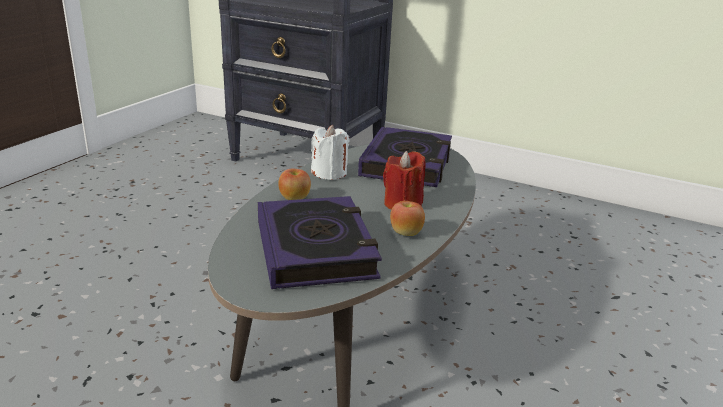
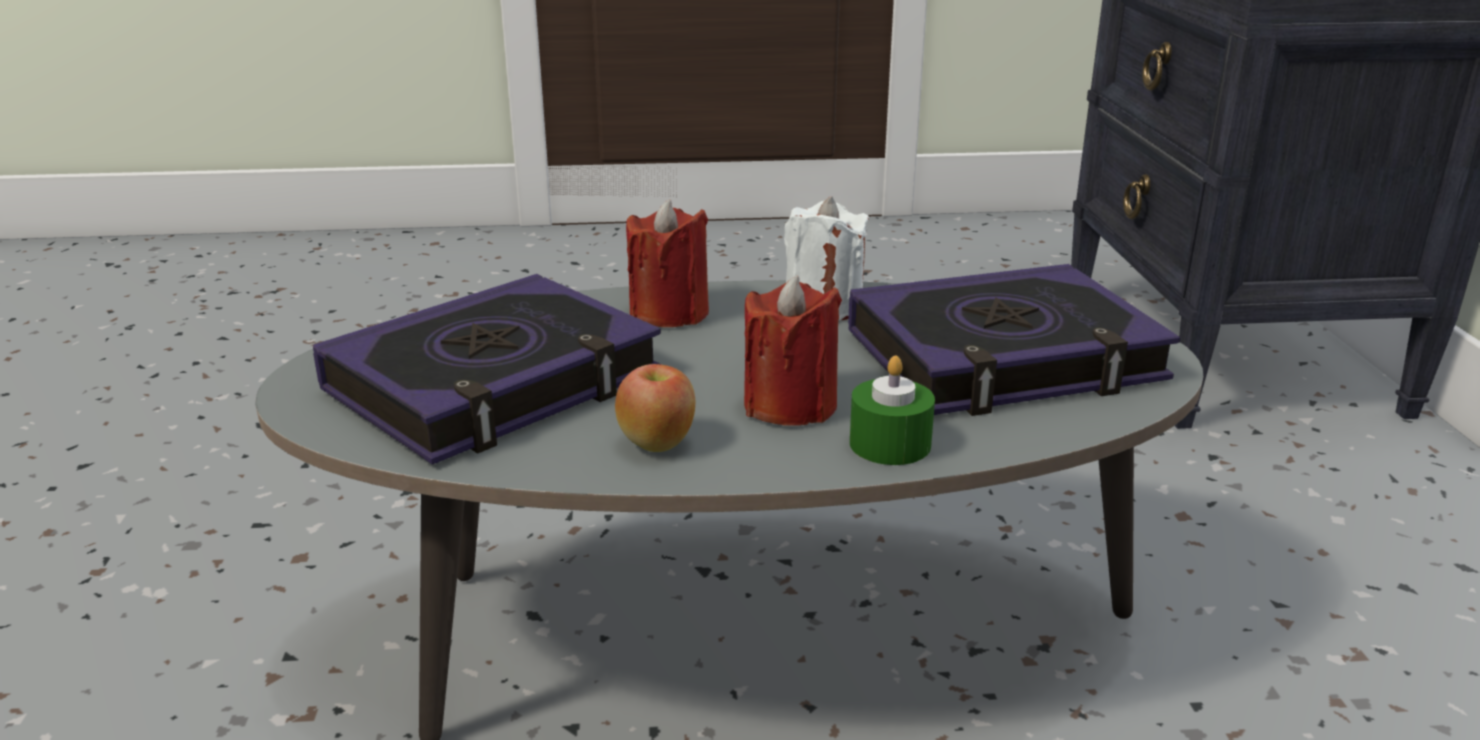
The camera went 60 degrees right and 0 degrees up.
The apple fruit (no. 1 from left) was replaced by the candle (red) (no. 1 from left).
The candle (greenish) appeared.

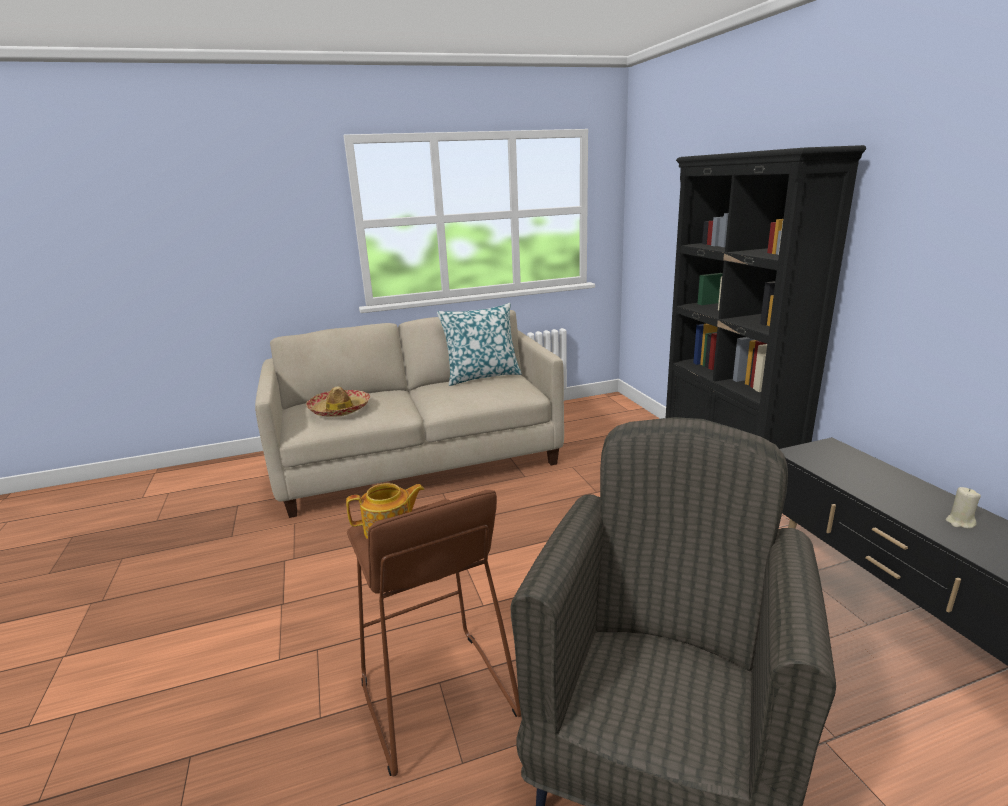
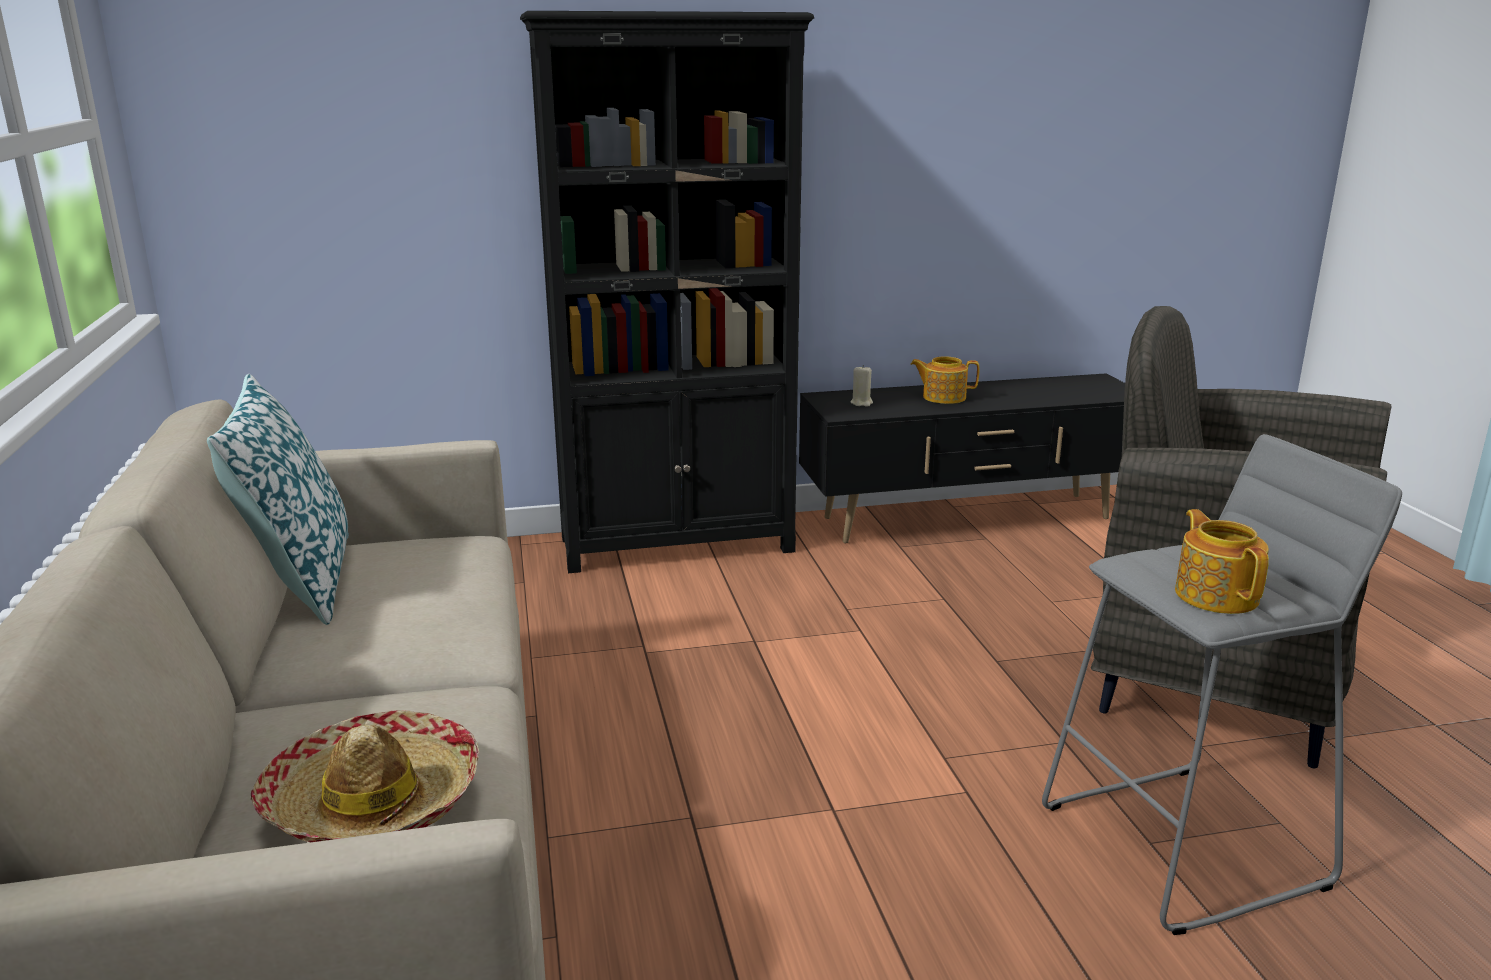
The camera went 85 degrees left and 0 degrees up.
The candle (beige-coloured) moved.
The stool (brown-coloured) became the stool (greyish).
The pot for tea (no. 1 from left) appeared.

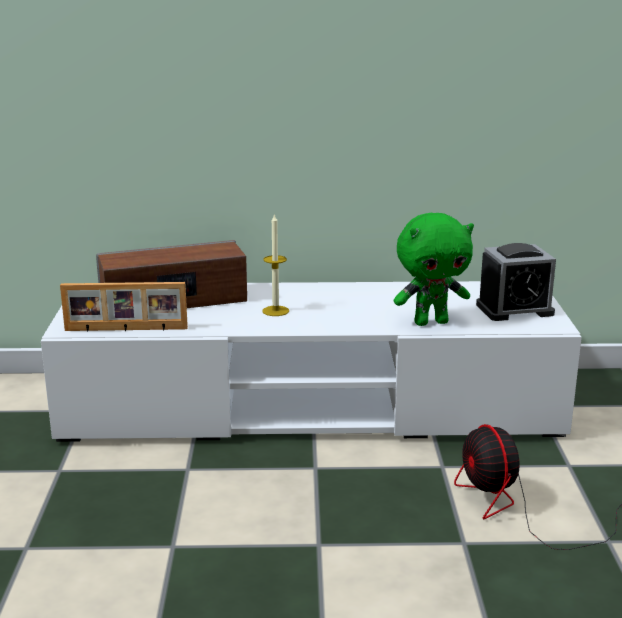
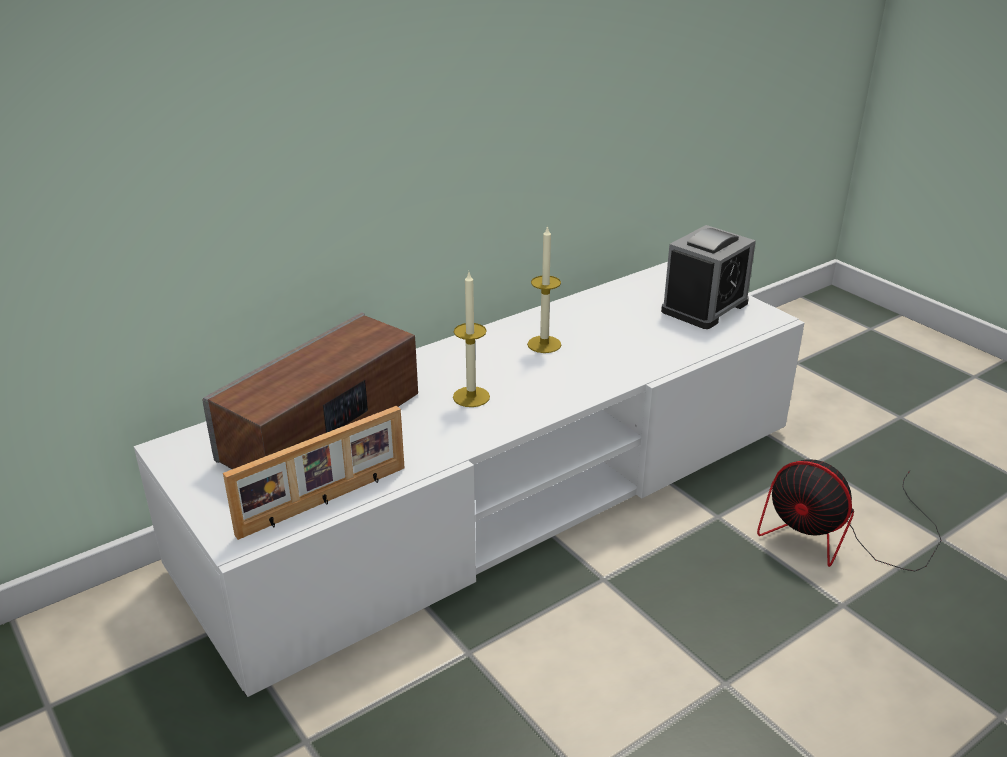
The camera went 35 degrees left and 10 degrees up.
The cuddly toy (greenish) disappeared.
The candle (no. 2 from left) appeared.

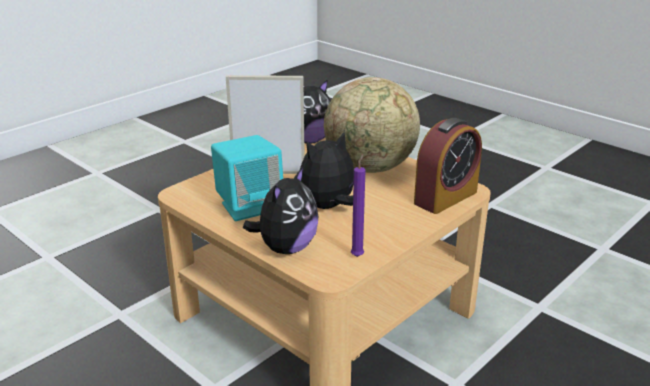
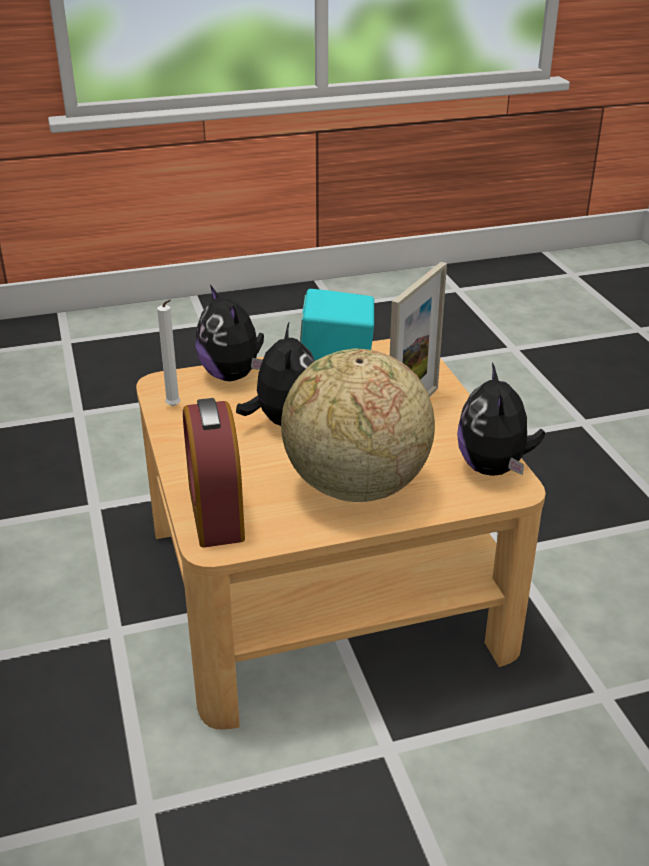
The camera went 120 degrees right and 5 degrees up.
The candle (purplish) became the candle (white).

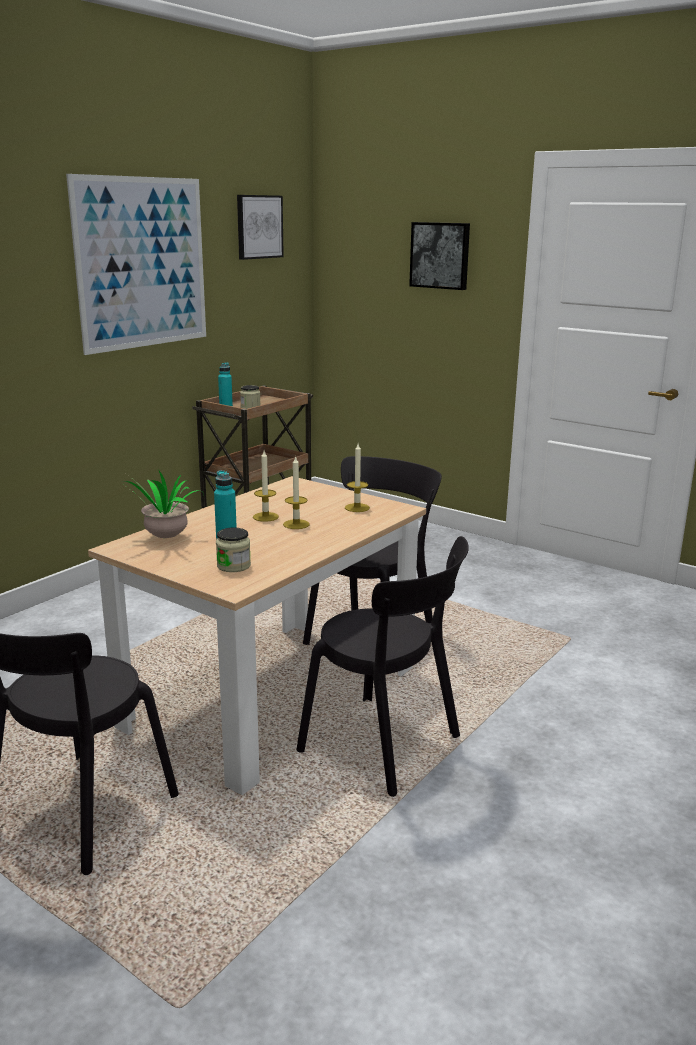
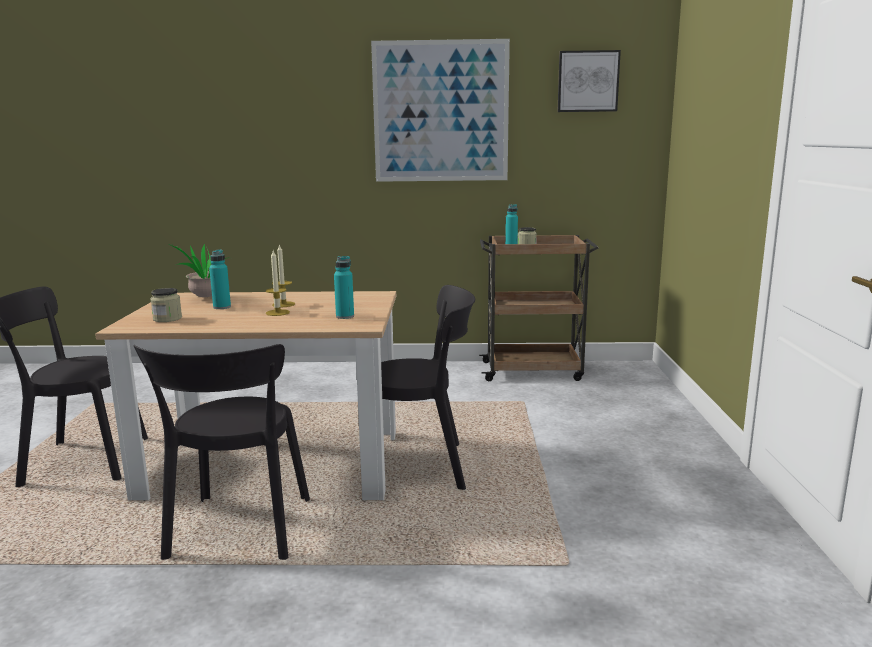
The camera went 55 degrees right and 5 degrees down.
The picture (no. 3 from left) disappeared.
The candle (no. 3 from left) was replaced by the bottle (turquoise) (no. 2 from left).

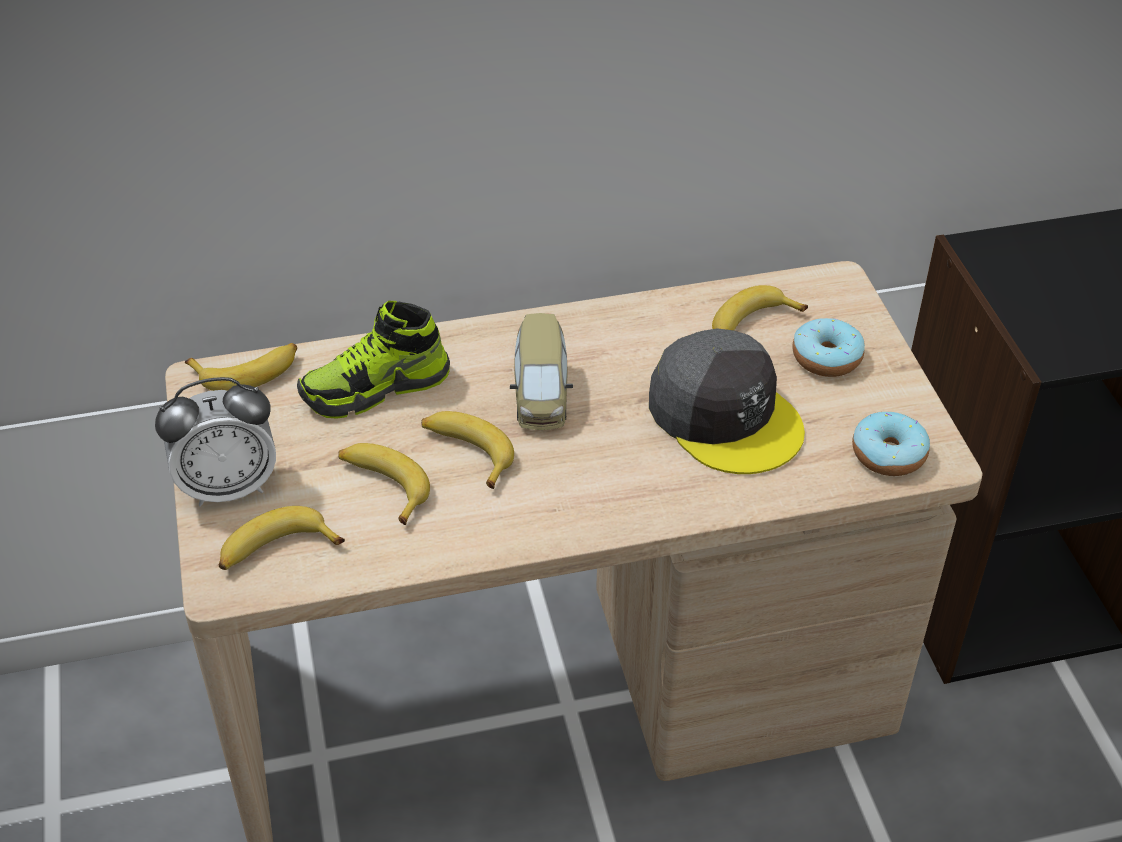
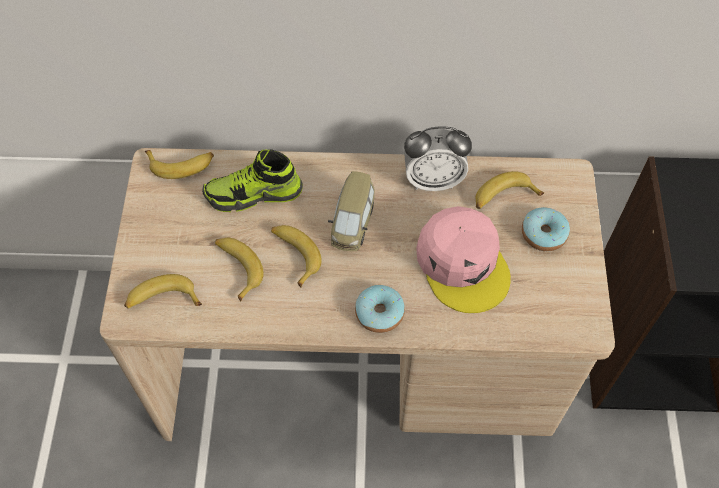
The camera went 15 degrees right and 15 degrees up.
The baseball cap (greyish) became the baseball cap (pinkish).
The alarm clock moved.
The ring doughnut (no. 2 from left in the first image) moved.

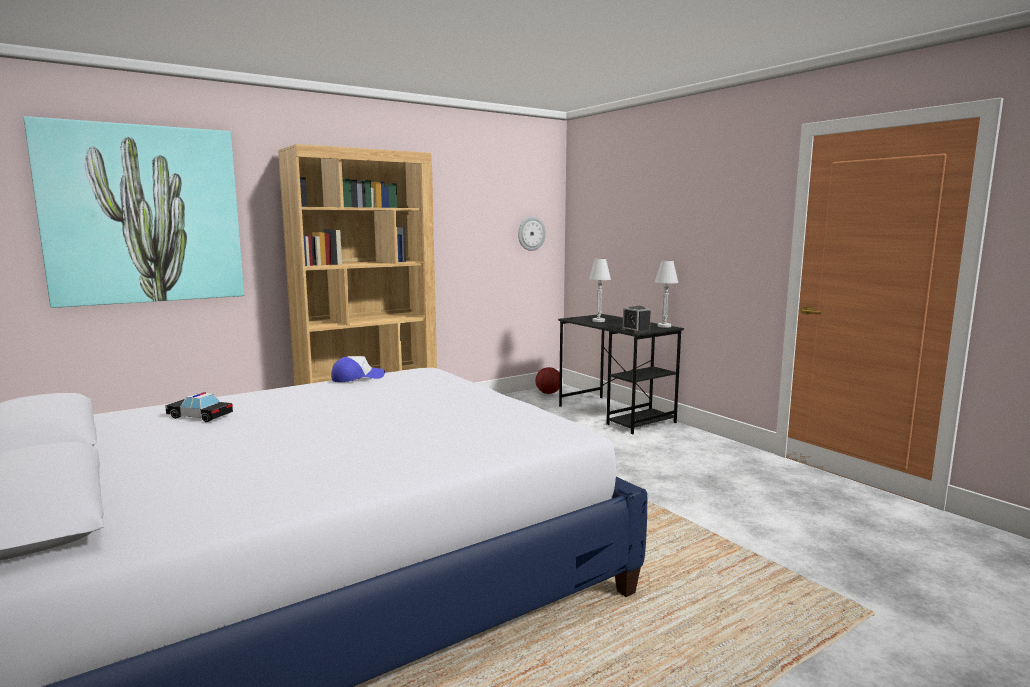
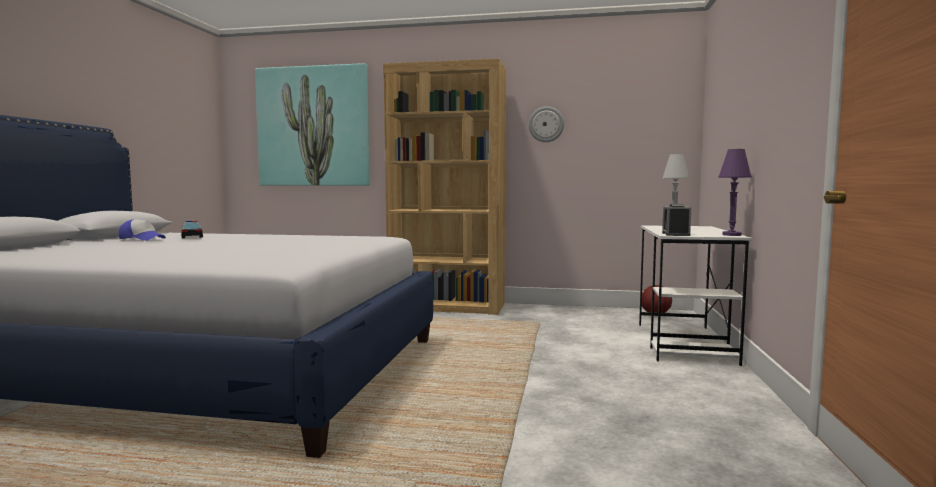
The camera went 45 degrees right and 5 degrees down.
The wall clock moved.
The lamp for a table (white) (no. 2 from left) became the lamp for a table (purplish).
The desk (black) became the desk (white).
The baseball cap moved.

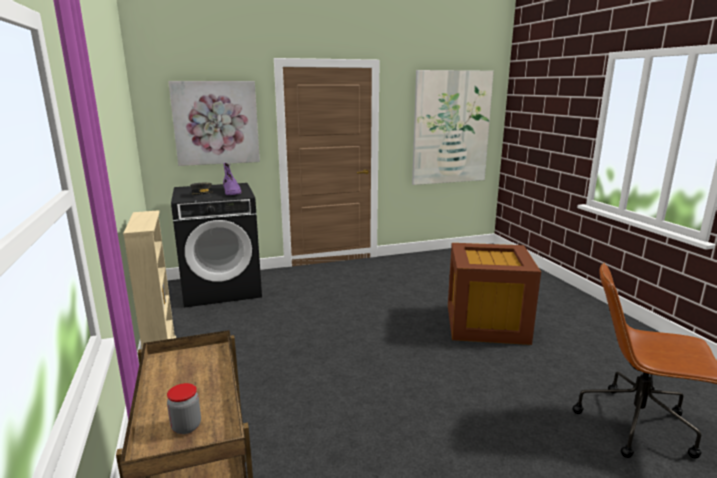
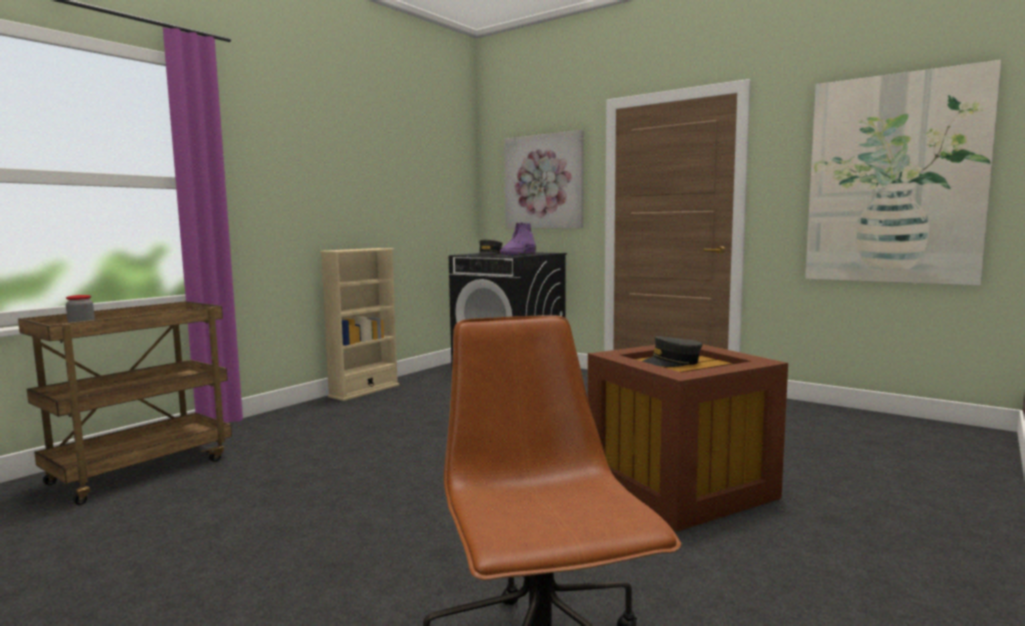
The camera went 55 degrees right and 10 degrees down.
The baseball cap (greyish) (no. 2 from left) appeared.

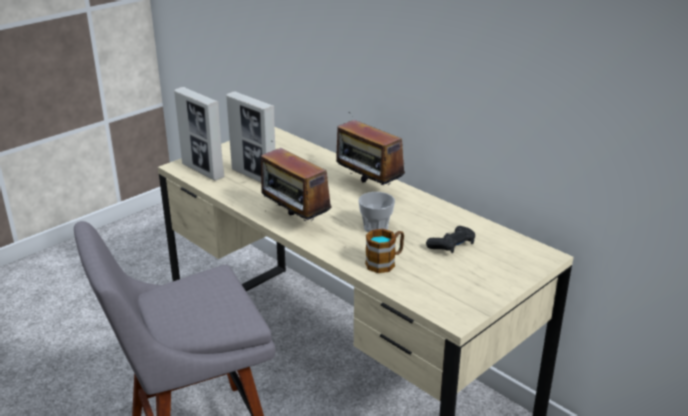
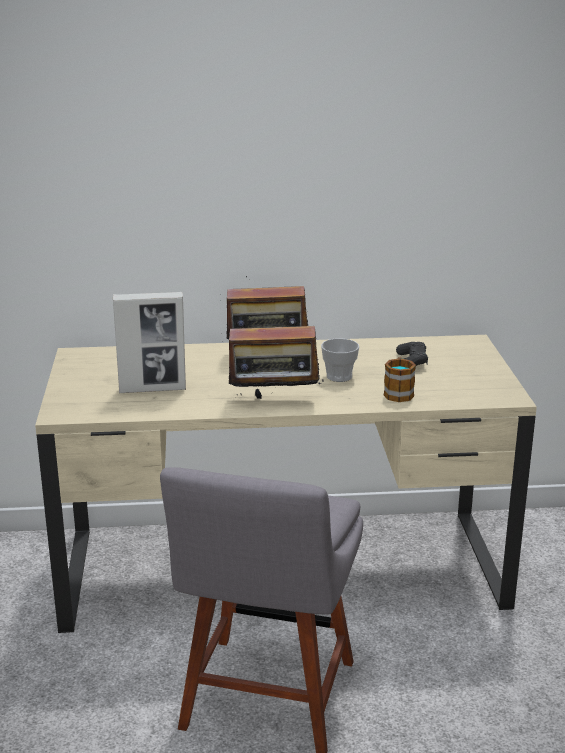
The camera went 50 degrees left and 5 degrees down.
The picture frame (no. 1 from left) disappeared.

